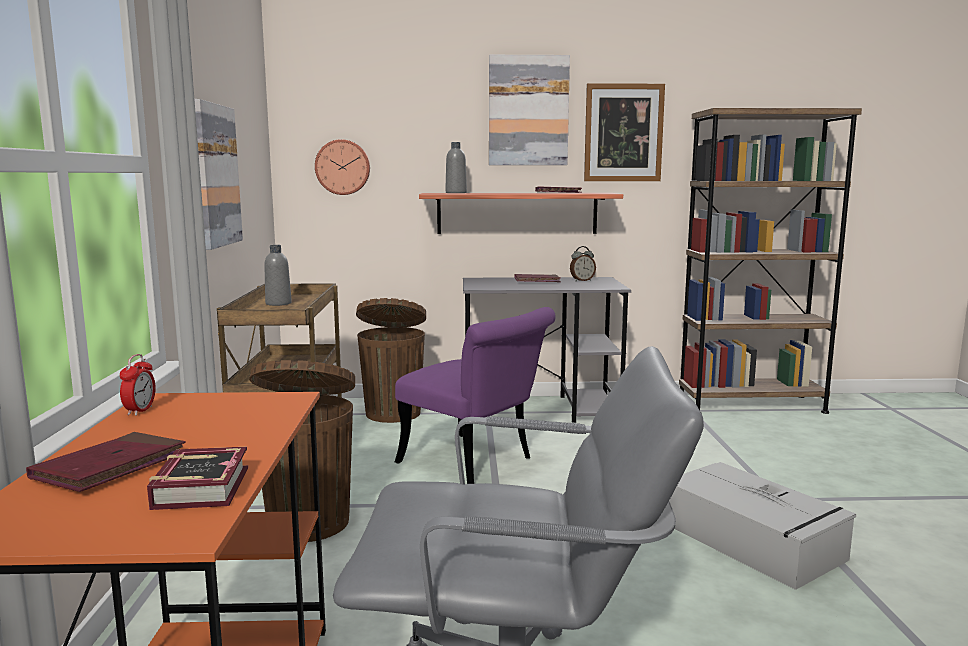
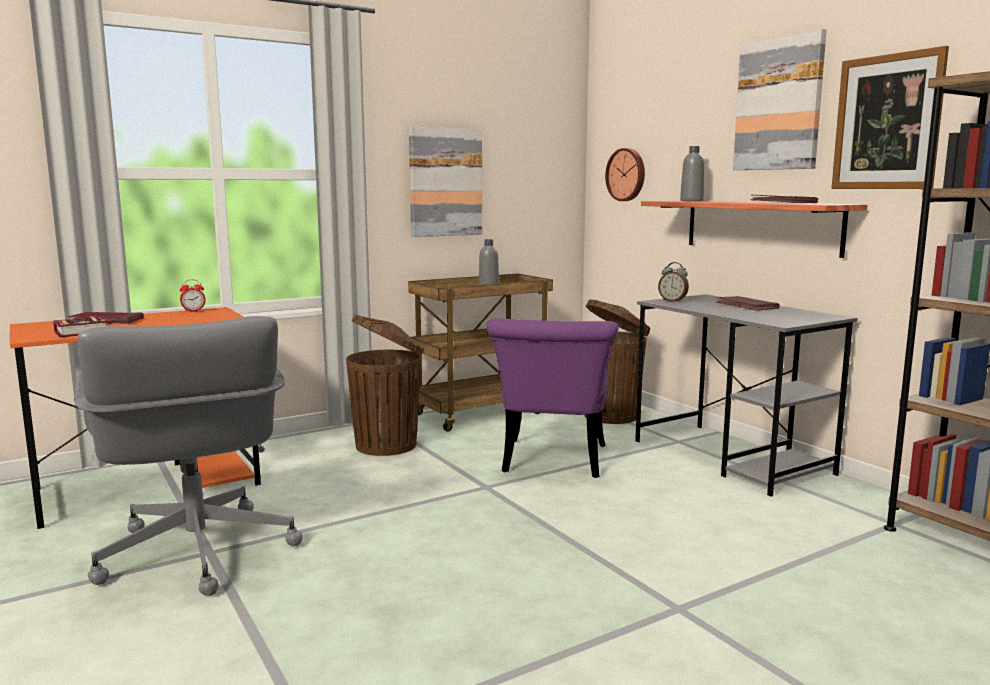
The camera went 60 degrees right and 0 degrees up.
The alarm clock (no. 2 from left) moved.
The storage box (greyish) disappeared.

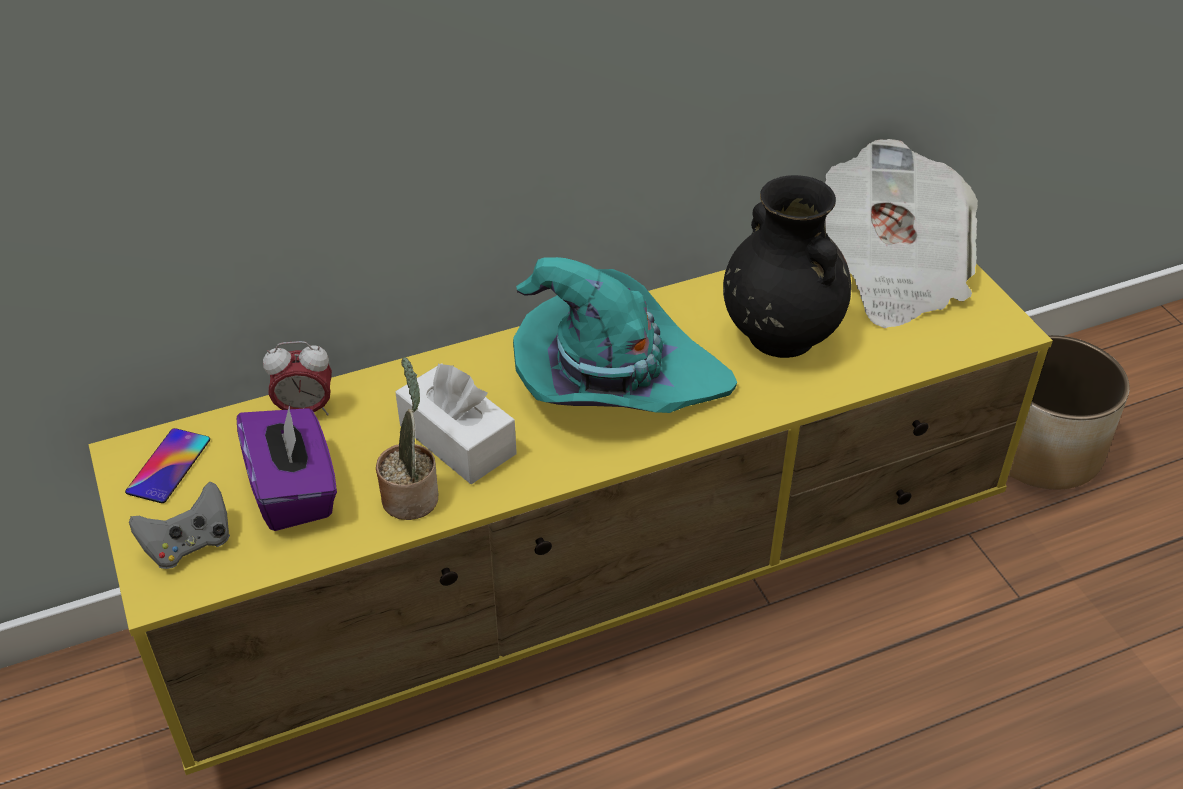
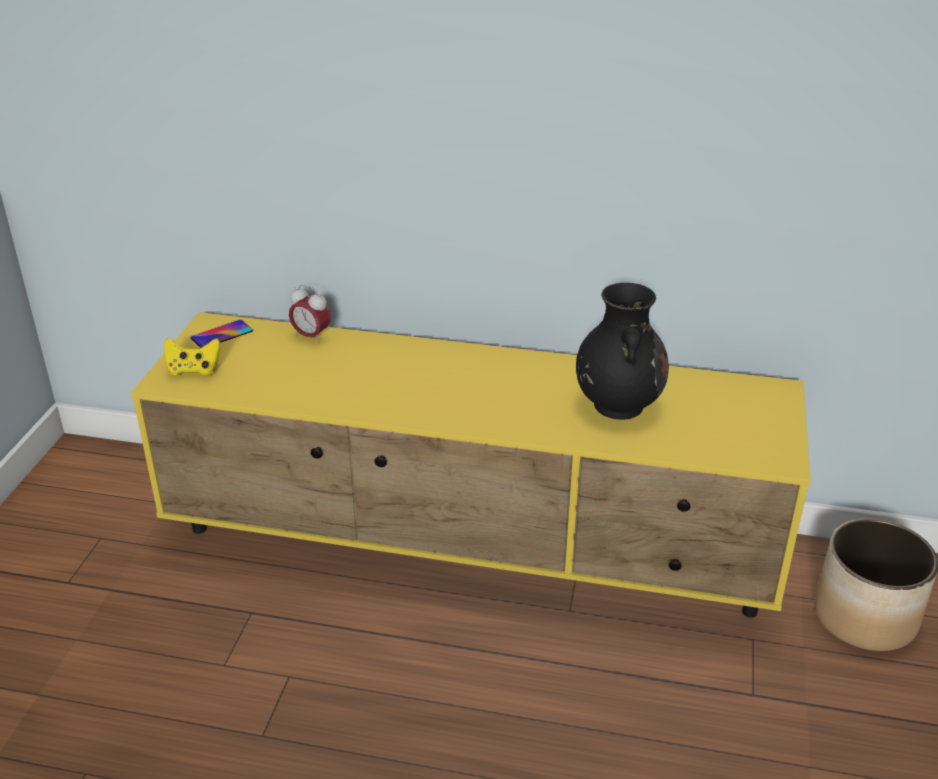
The camera went 35 degrees right and 10 degrees down.
The newspaper disappeared.
The wearable hat (turquoise) disappeared.
The plant in a pot disappeared.
The tissue holder (white) disappeared.
The tissue holder (purplish) disappeared.
The joypad (greyish) became the joypad (yellow).

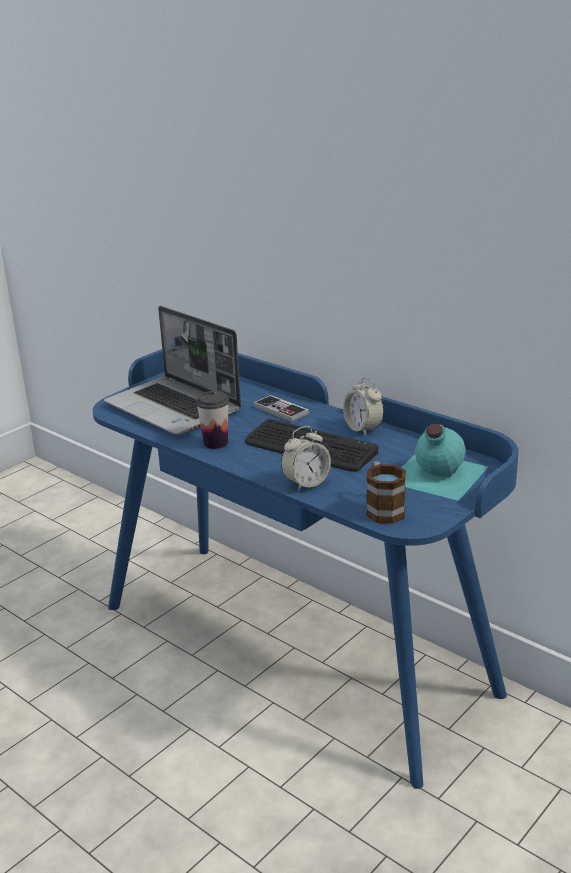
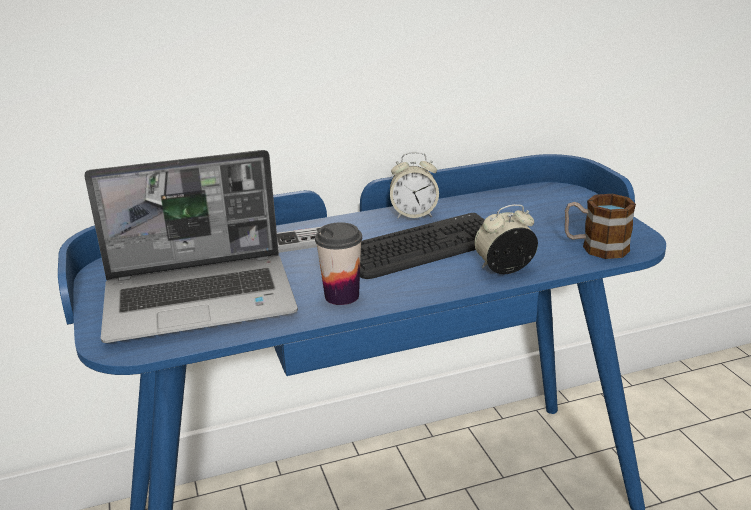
The camera went 60 degrees left and 0 degrees up.
The bottle (turquoise) disappeared.
The alarm clock (no. 1 from left in the first image) turned 105 degrees counterclockwise.

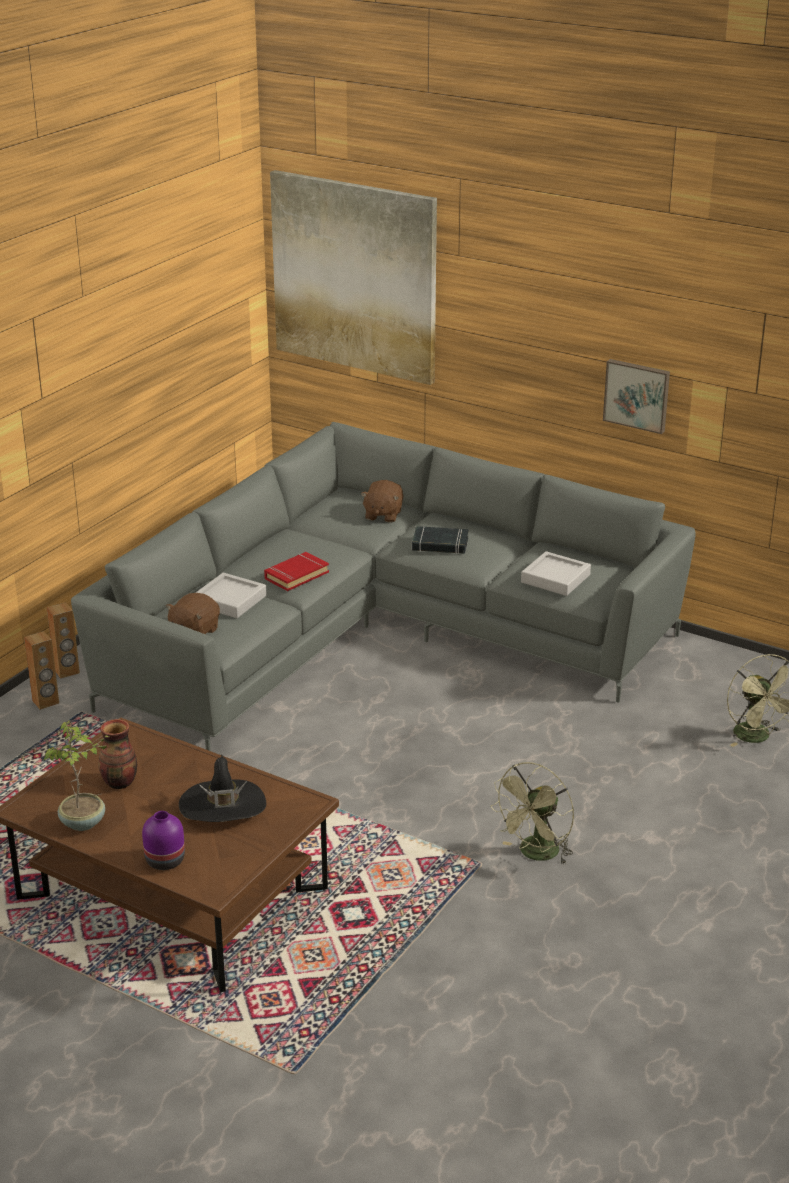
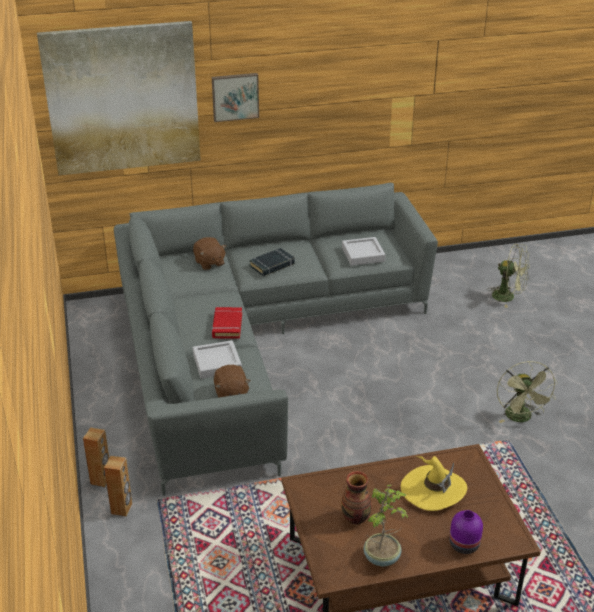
The camera went 45 degrees left and 5 degrees up.
The picture (no. 2 from left) moved.
The wearable hat (black) became the wearable hat (yellow).

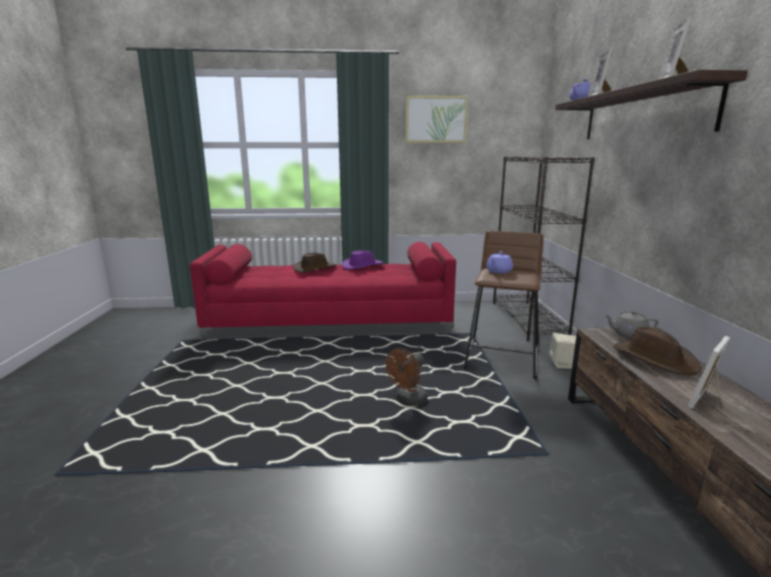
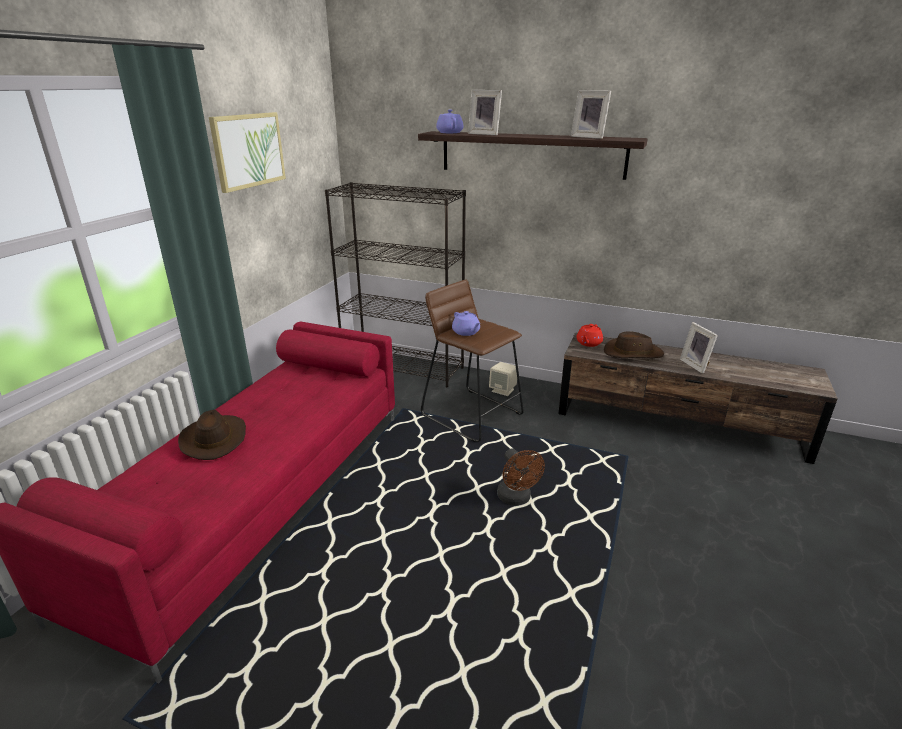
The camera went 65 degrees left and 10 degrees up.
The wearable hat (purplish) disappeared.
The pot for tea (greyish) became the pot for tea (red).

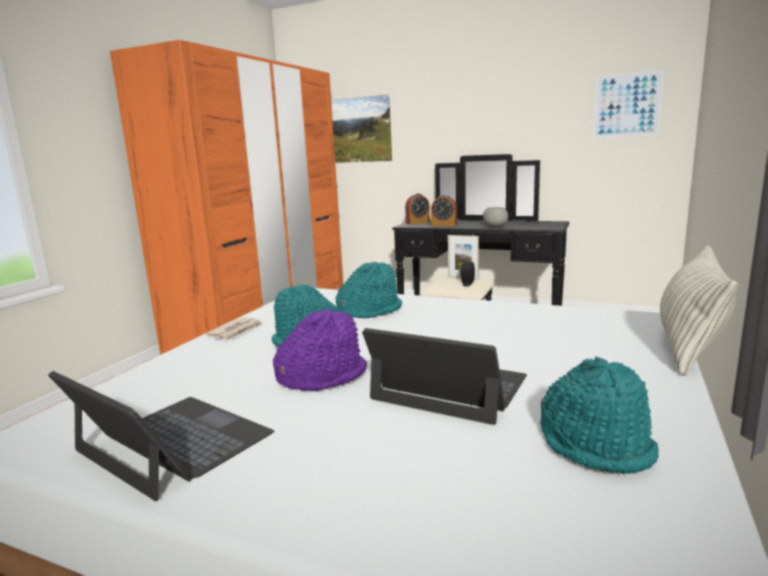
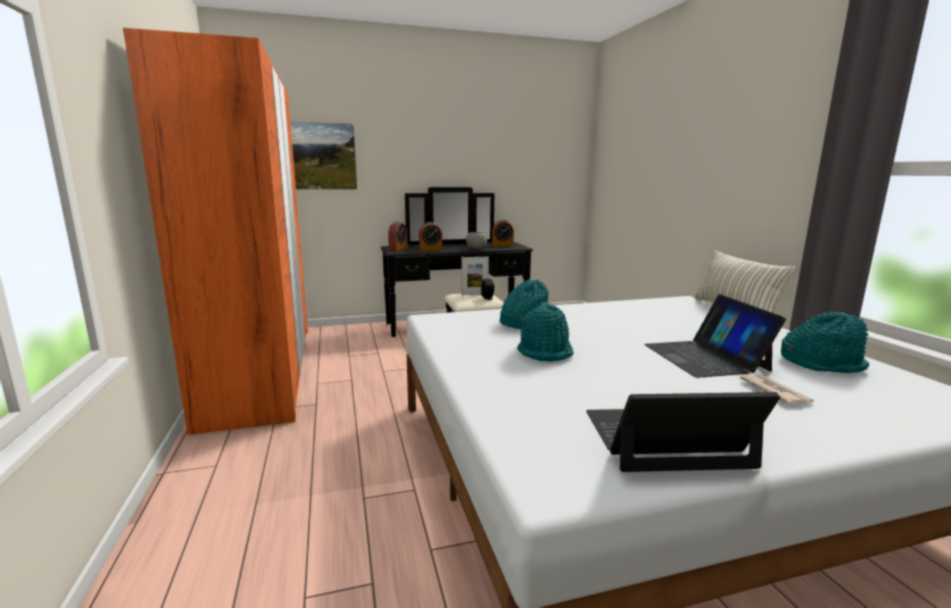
The camera went 40 degrees left and 0 degrees up.
The picture (no. 2 from left) disappeared.
The wearable hat (purplish) disappeared.
The newspaper moved.
The notebook computer (no. 2 from left) turned 90 degrees counterclockwise.
The alarm clock (no. 3 from left) appeared.

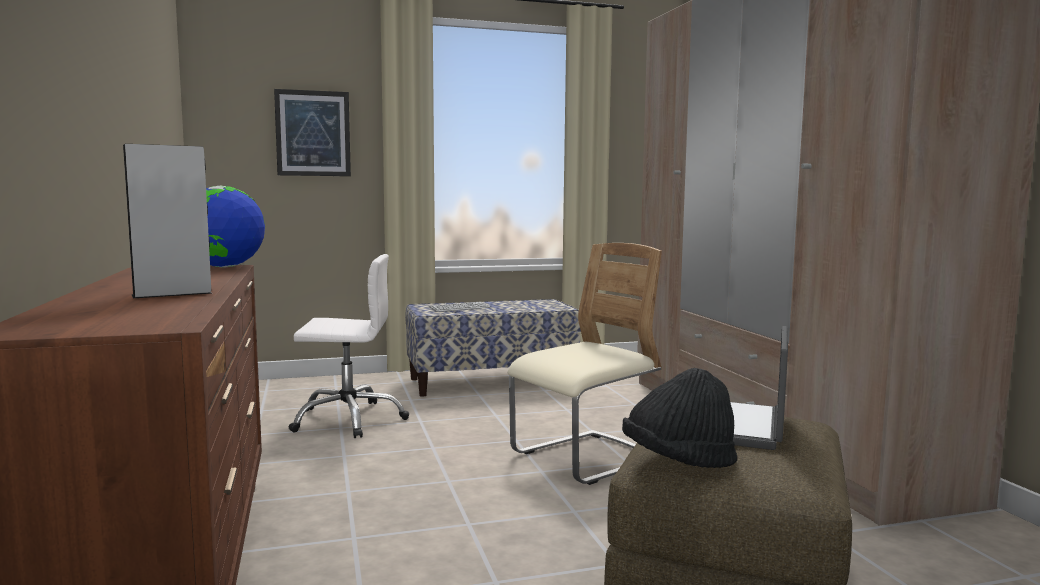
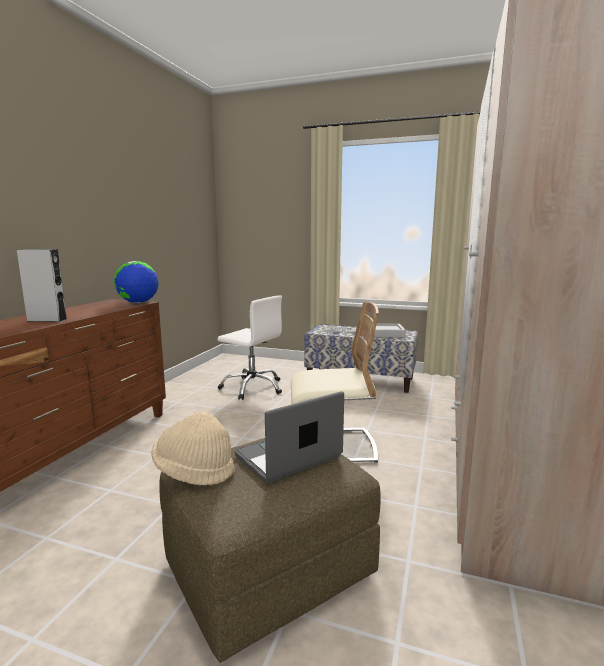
The camera went 35 degrees right and 5 degrees up.
The picture disappeared.
The wearable hat (black) became the wearable hat (beige-coloured).
The serving tray (greyish) appeared.

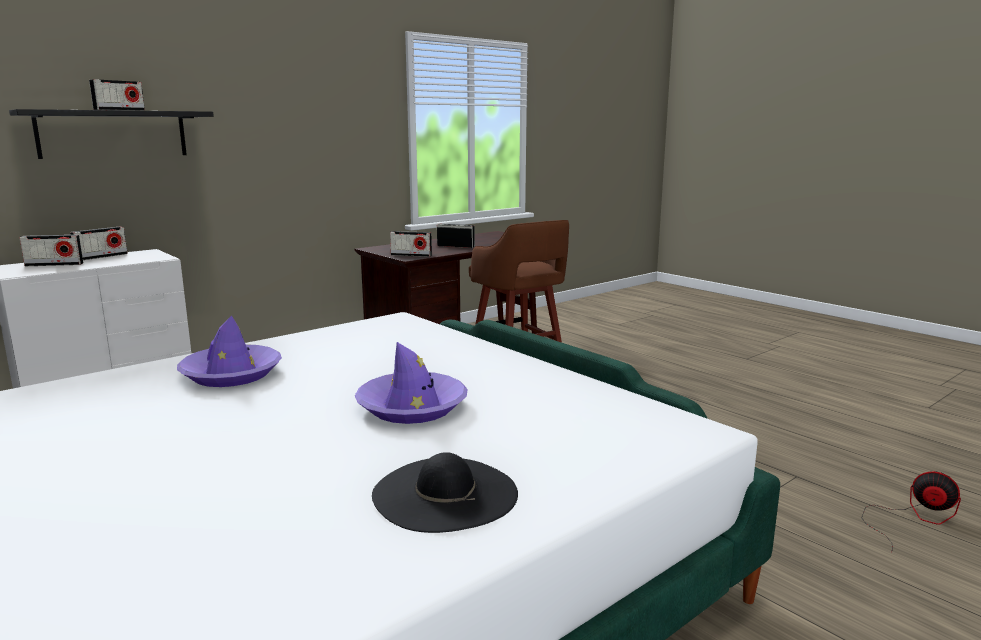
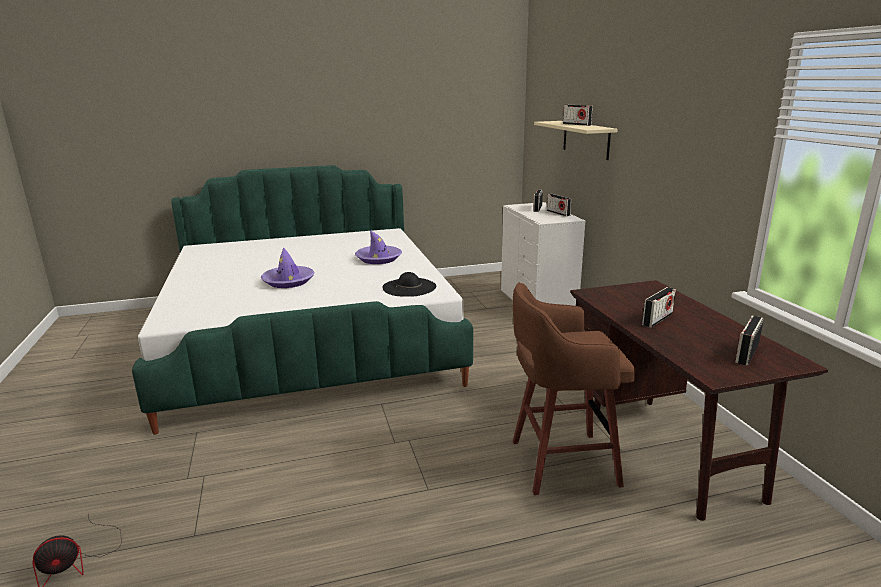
The camera went 115 degrees right and 5 degrees up.
The wall shelf (black) became the wall shelf (beige-coloured).
The radio receiver (no. 4 from left in the first image) moved.
The wearable hat (black) moved.

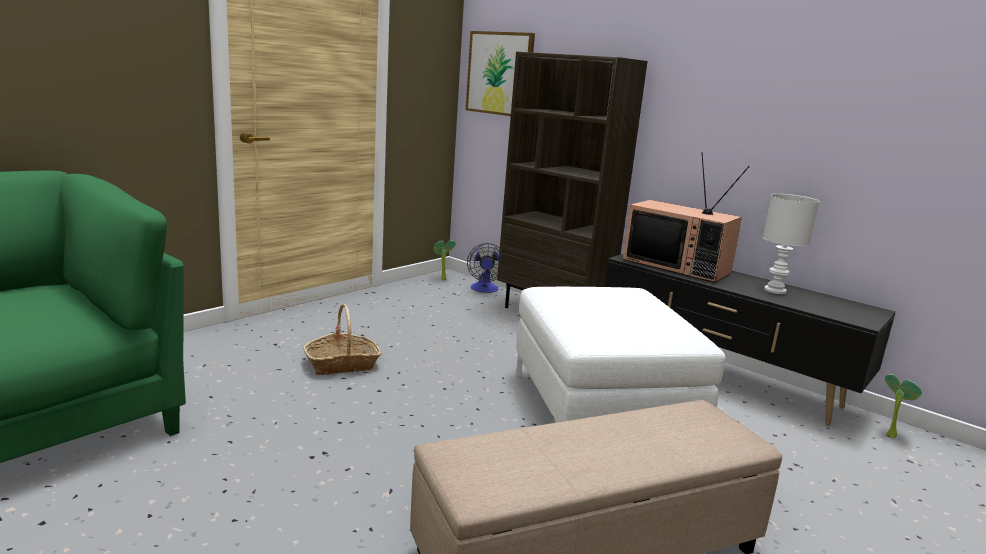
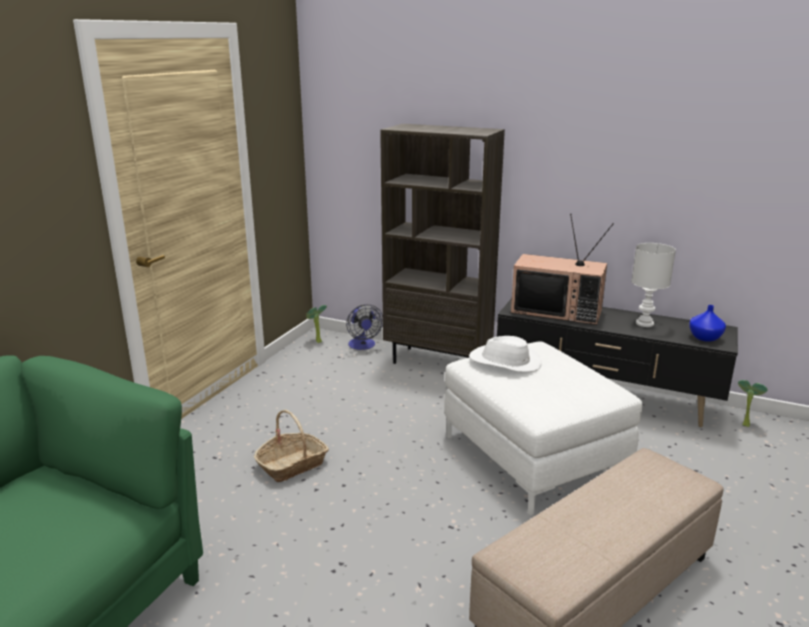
The camera went 15 degrees left and 5 degrees up.
The picture disappeared.
The vase (blue-coloured) appeared.
The wearable hat (white) appeared.

